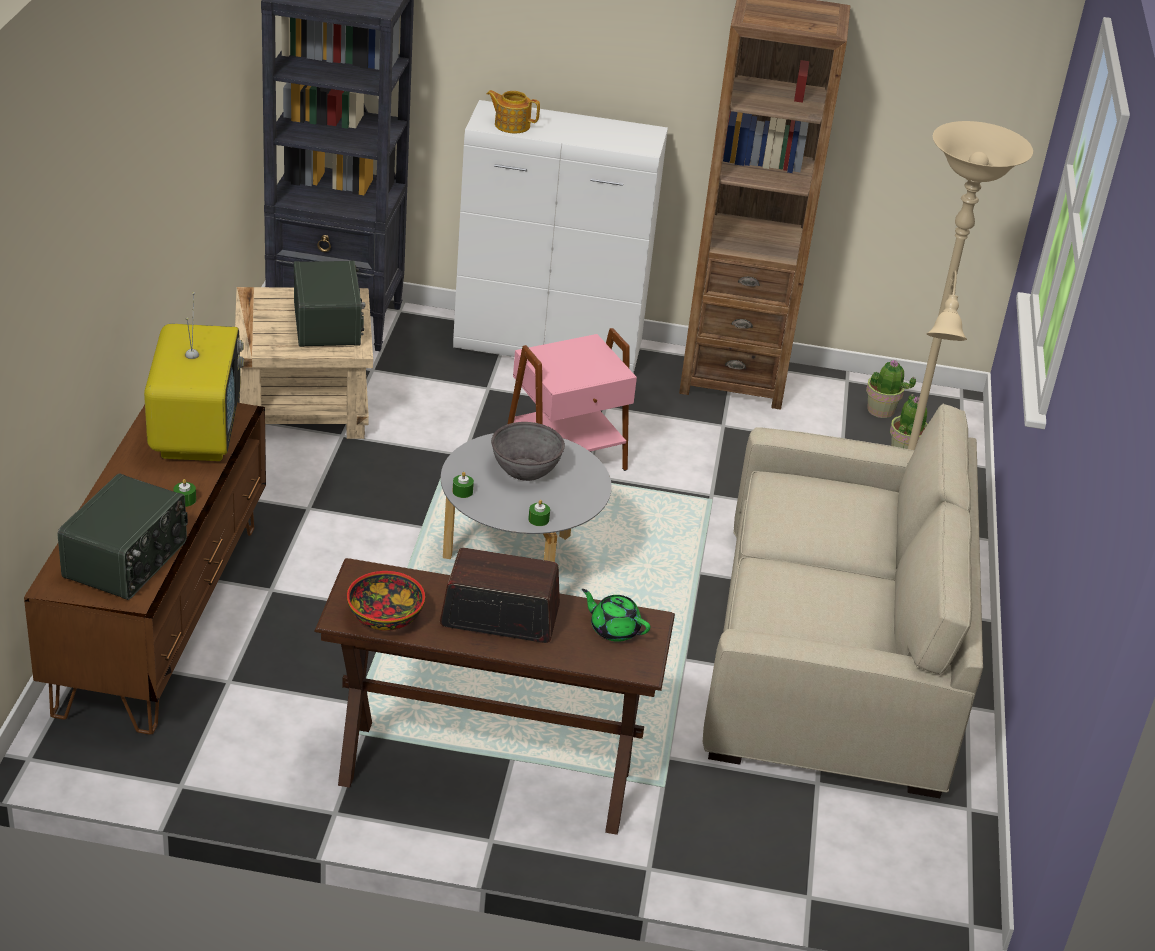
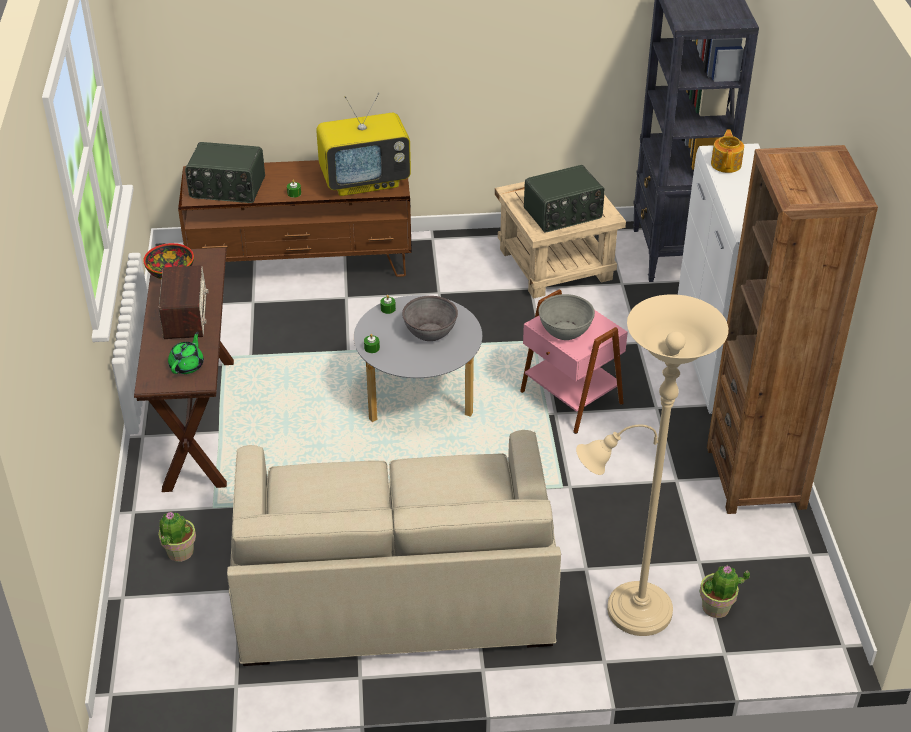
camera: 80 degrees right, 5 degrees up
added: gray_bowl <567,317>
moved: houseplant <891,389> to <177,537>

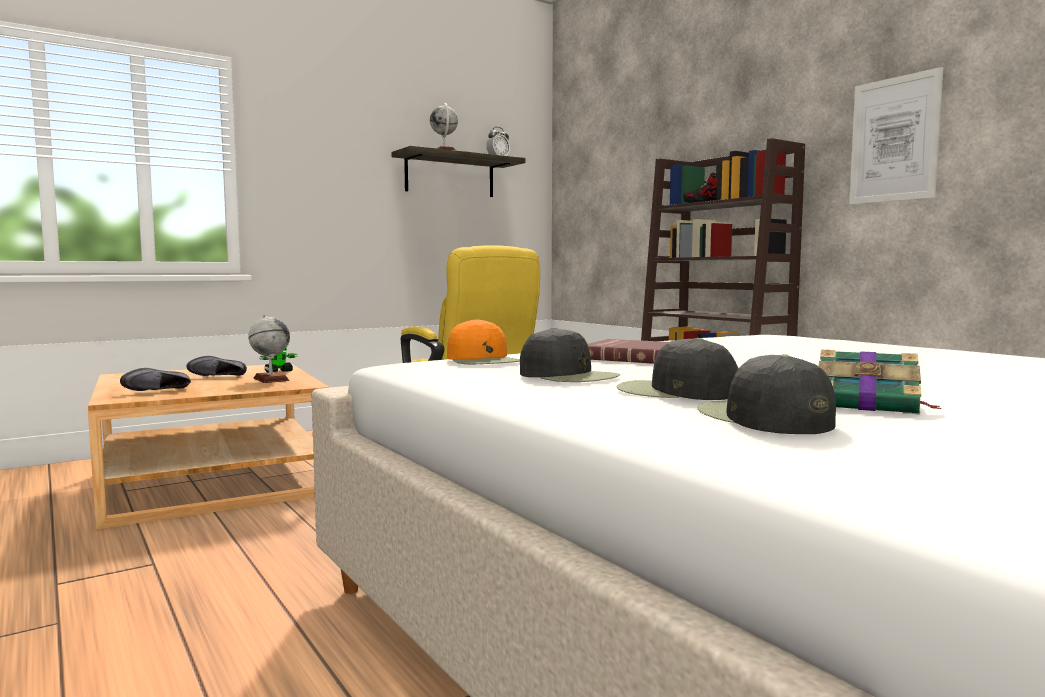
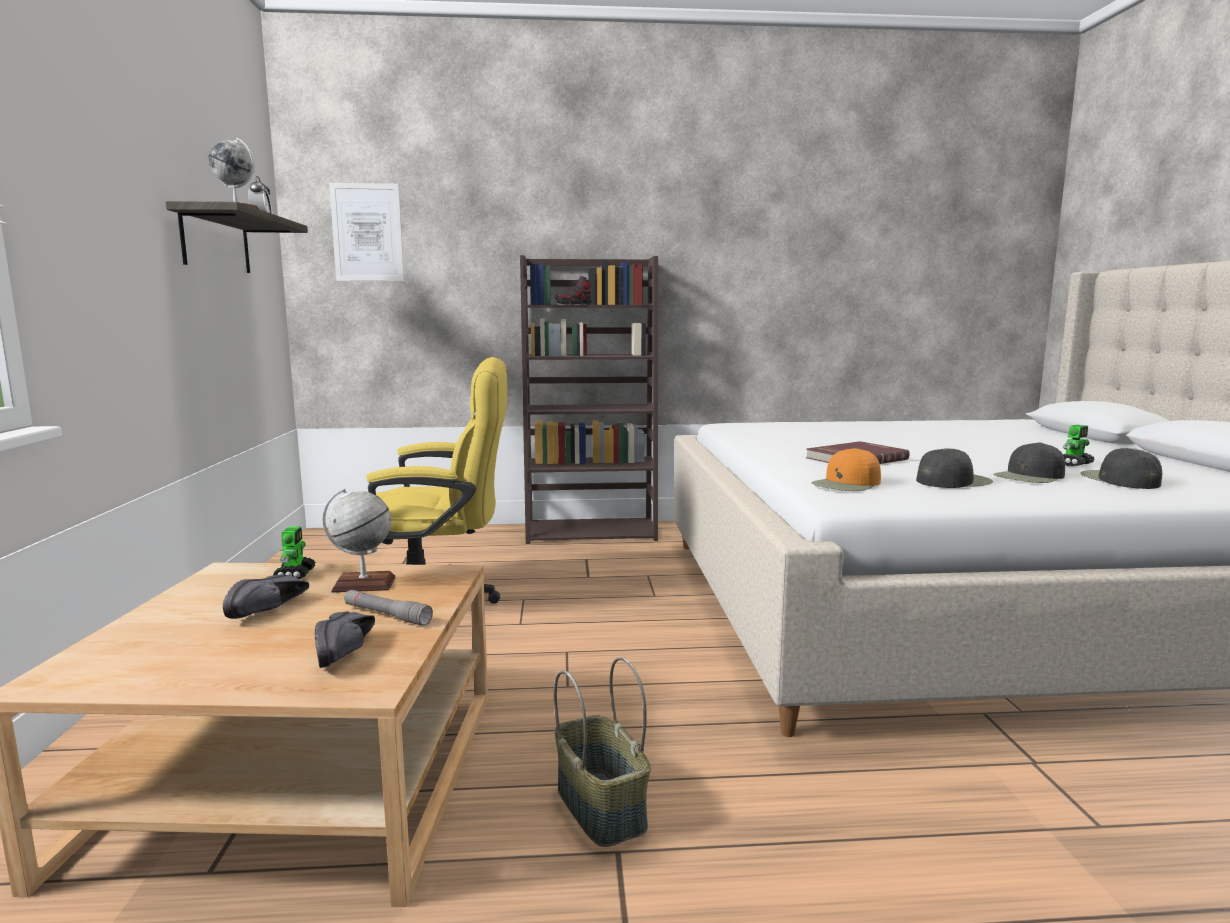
camera: 60 degrees left, 5 degrees up
added: gray_hand_torch <388,608>; storage_basket <602,752>
moved: wall_art <896,136> to <366,232>
replaced: book <880,382> to robot_figure <1079,445>
turned: orangey_cap <483,341> = <846,469> 135 degrees clockwise; black-coloured_cap <766,394> = <1121,468> 75 degrees clockwise

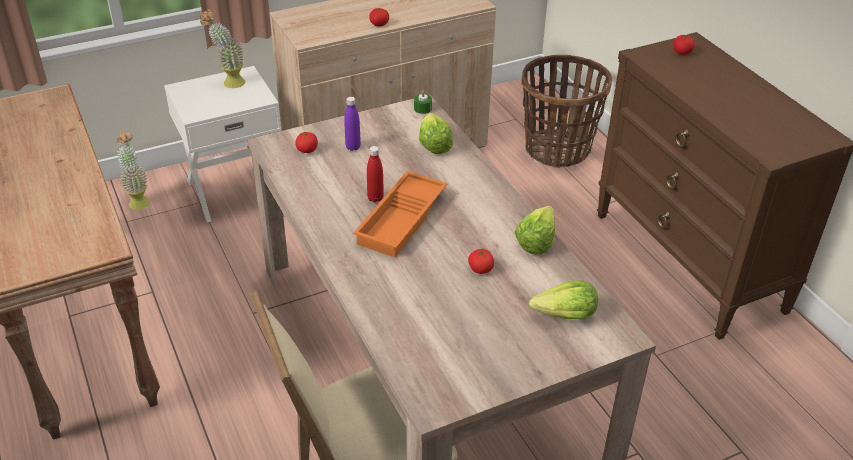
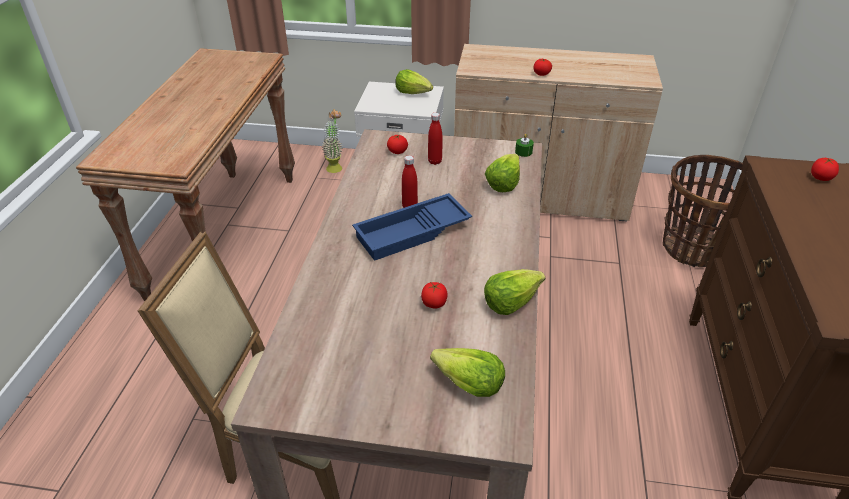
camera: 35 degrees right, 0 degrees up
replaced: houseplant <222,49> to head_of_lettuce <414,81>
recoloured: purple_drink_bottle <352,124> to red_drink_bottle <435,139>; orangey_carrying_tray <400,214> to blue-coloured_carrying_tray <412,227>

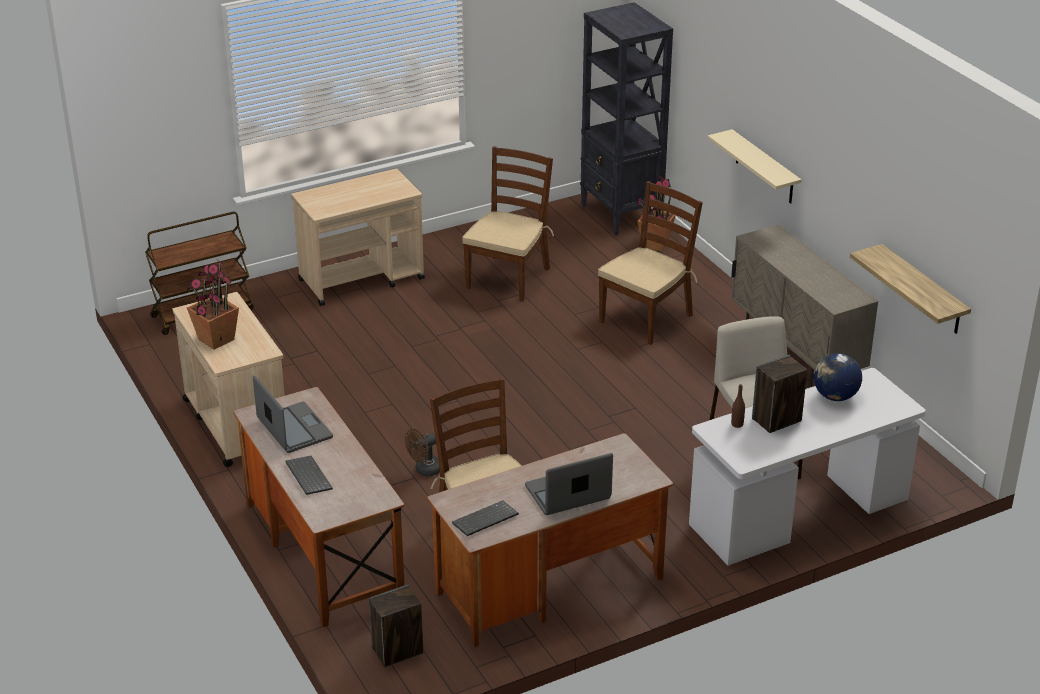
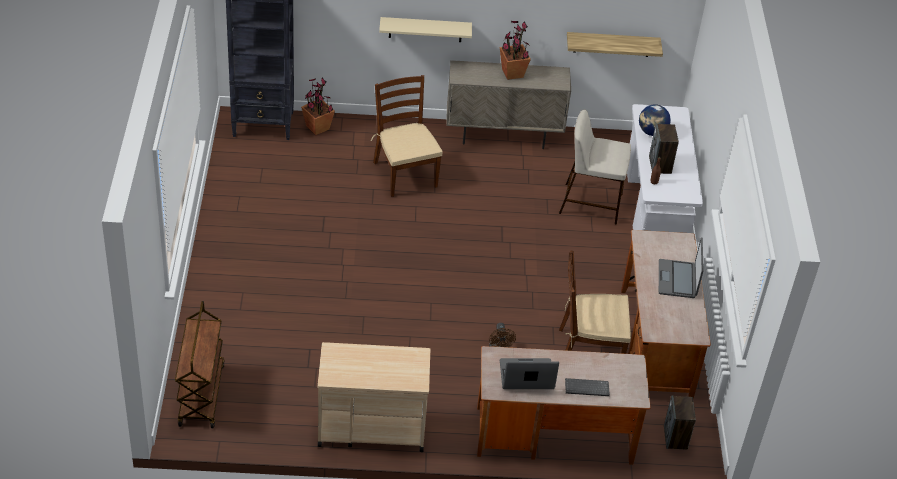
camera: 65 degrees left, 10 degrees up
removed: brown-coloured_upright_chair <508,224>; sand-coloured_wheeled_cart <358,237>; computer_keyboard <485,518>
moved: houseplant <213,305> to <515,50>

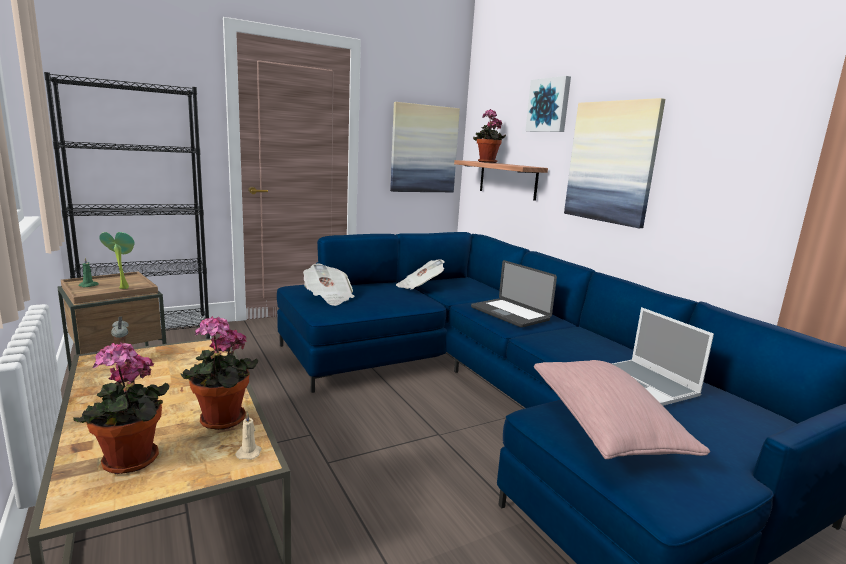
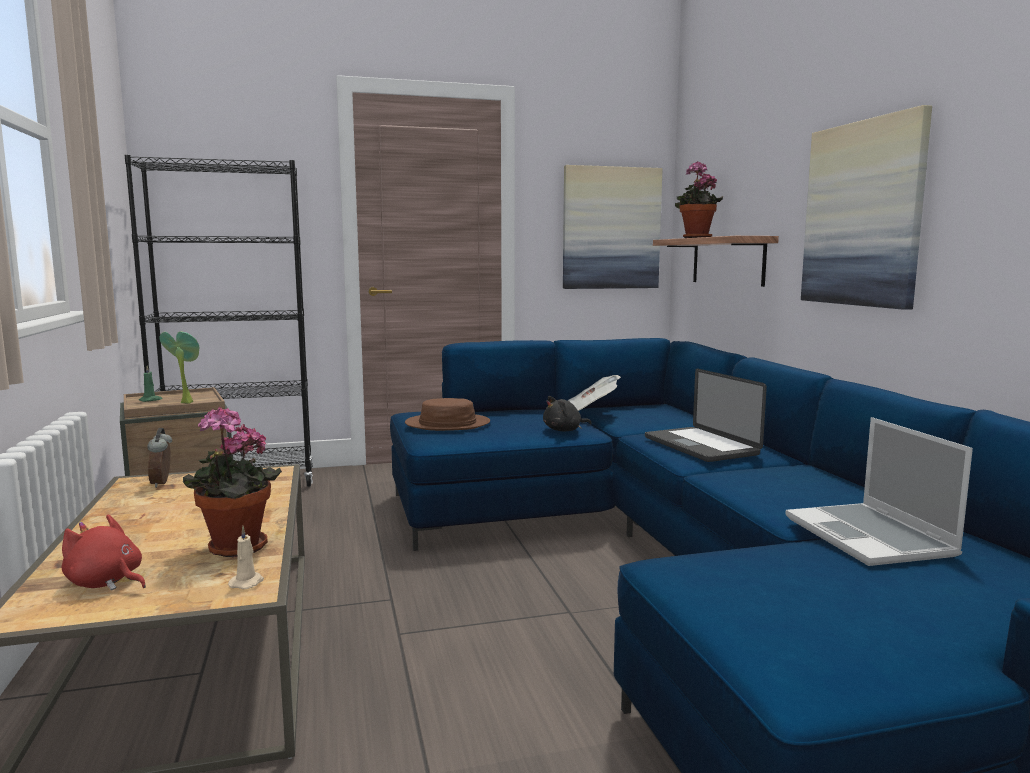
camera: 15 degrees right, 5 degrees down
removed: wall_art <548,104>; pink_throw_pillow <622,409>
added: black-coloured_soft_toy <567,413>
replaced: printed_paper <329,285> to brown-coloured_wearable_hat <447,414>; houseplant <121,408> to red_soft_toy <104,552>

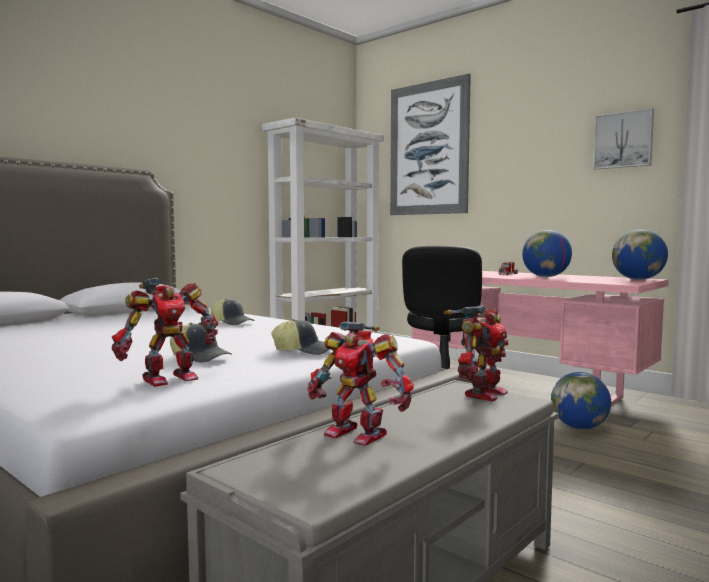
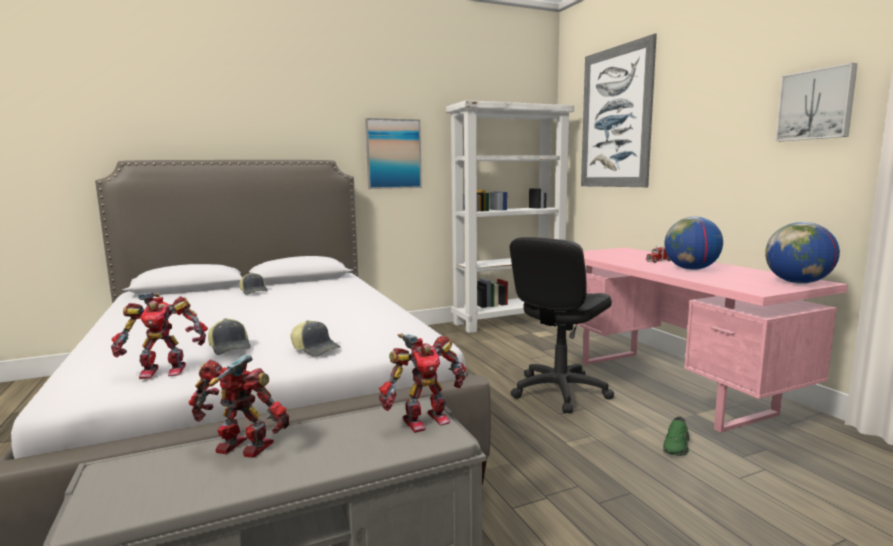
camera: 25 degrees right, 5 degrees up
added: wall_art <393,153>
moved: cap <233,311> to <254,284>
replaced: desk_globe <581,400> to green-coloured_item_of_footwear <676,436>
turned: robot_figure <360,383> = <239,406> 135 degrees clockwise

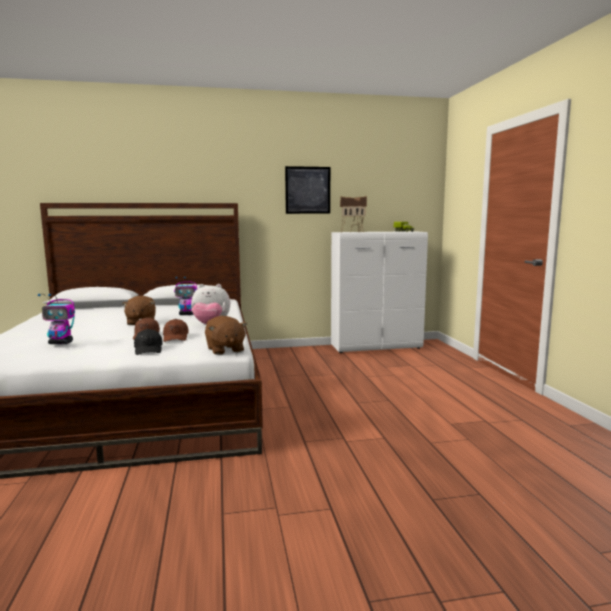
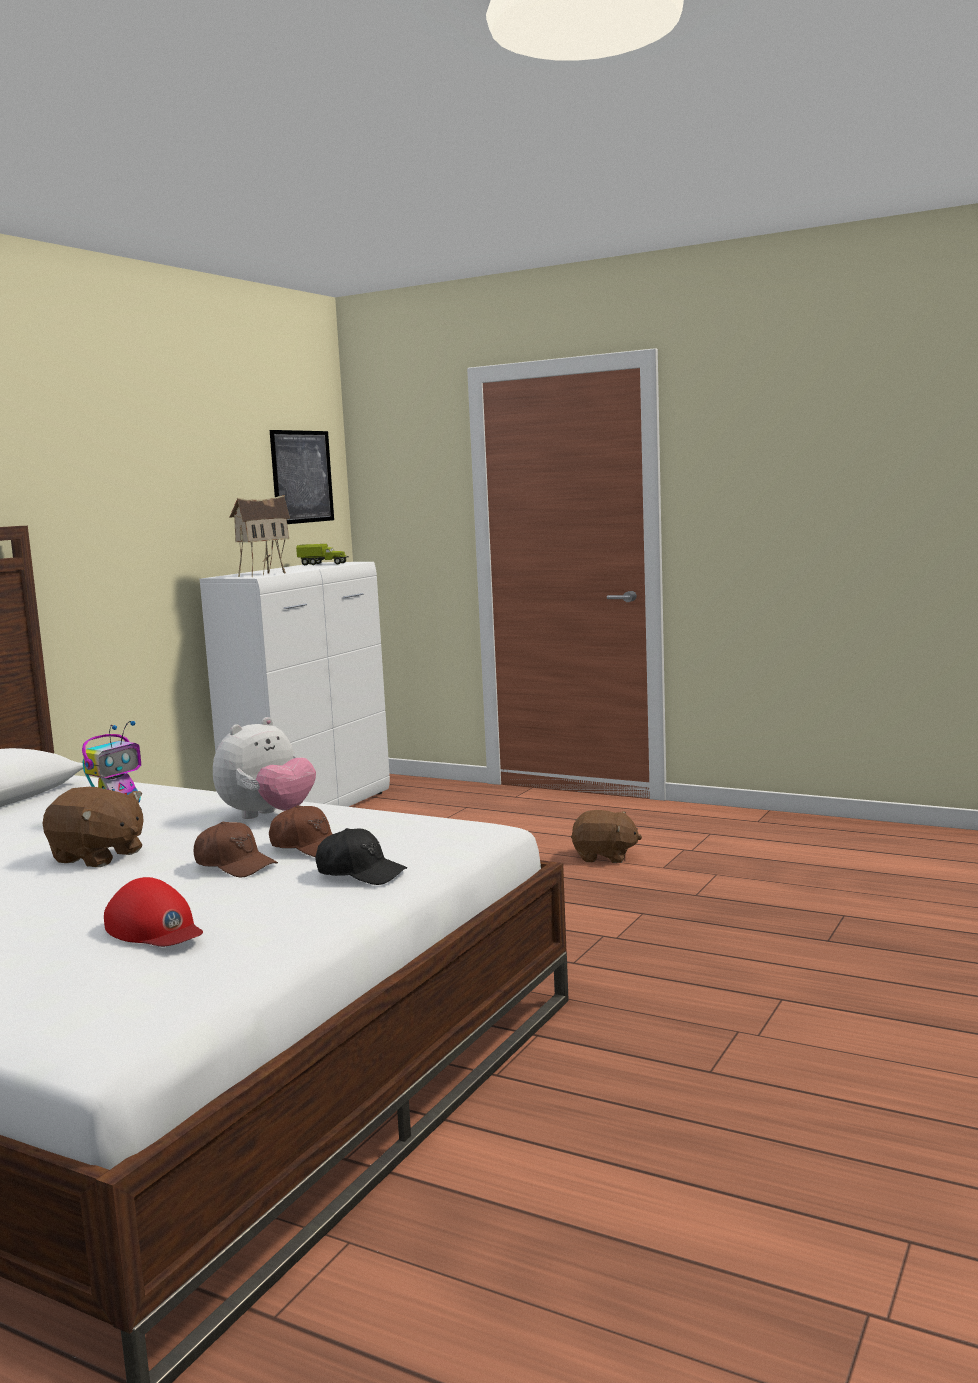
camera: 50 degrees left, 0 degrees up
moved: wall_art <307,190> to <302,477>; brown-coloured_soft_toy <226,335> to <606,836>
replaced: robot_figure <56,318> to red_cap <153,911>

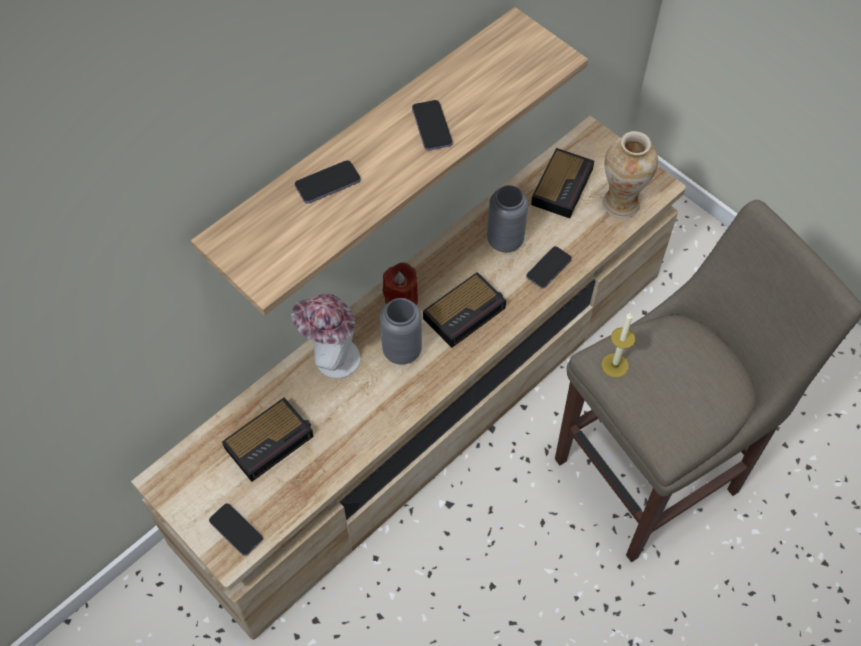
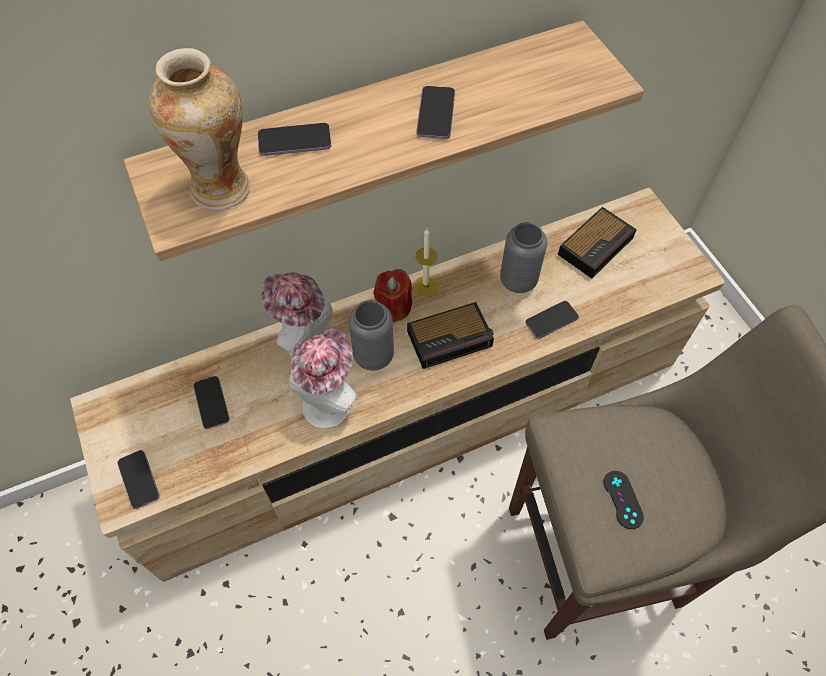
camera: 20 degrees right, 0 degrees up
added: wearable_hat <323,379>; black-coloured_gamepad <623,500>
moved: decorative_vase <630,174> to <199,129>; wax_light <618,345> to <425,262>
replaced: alarm_clock <268,439> to telephone <211,402>

